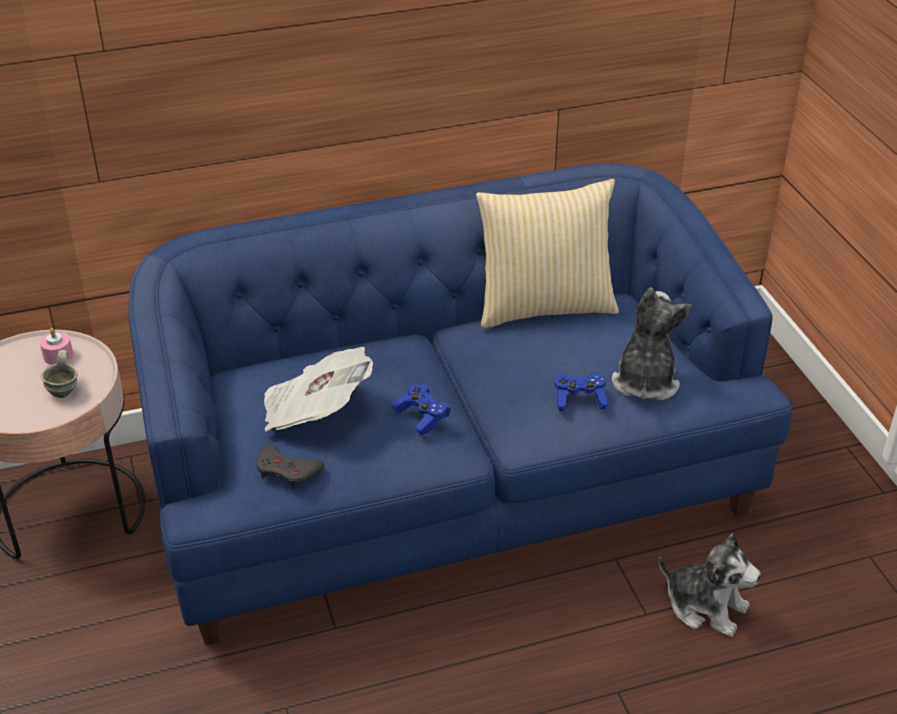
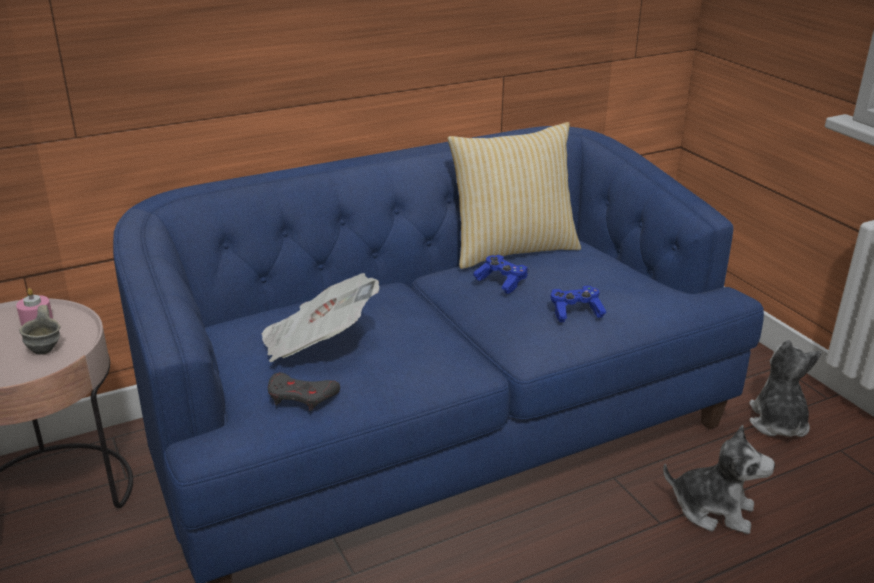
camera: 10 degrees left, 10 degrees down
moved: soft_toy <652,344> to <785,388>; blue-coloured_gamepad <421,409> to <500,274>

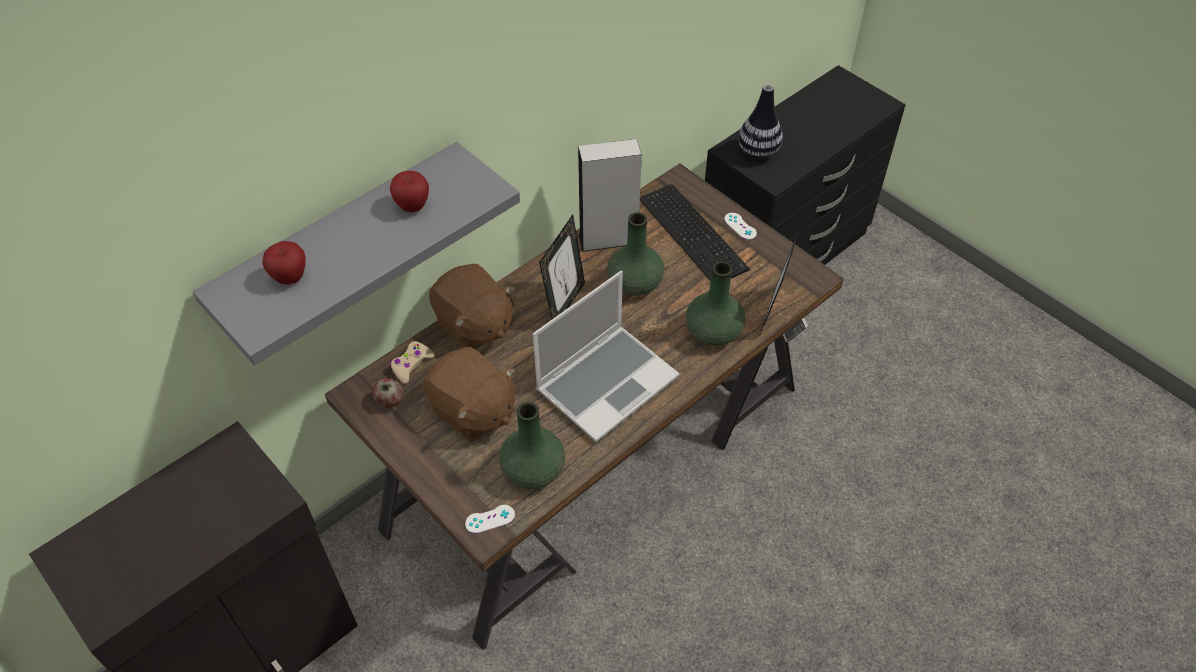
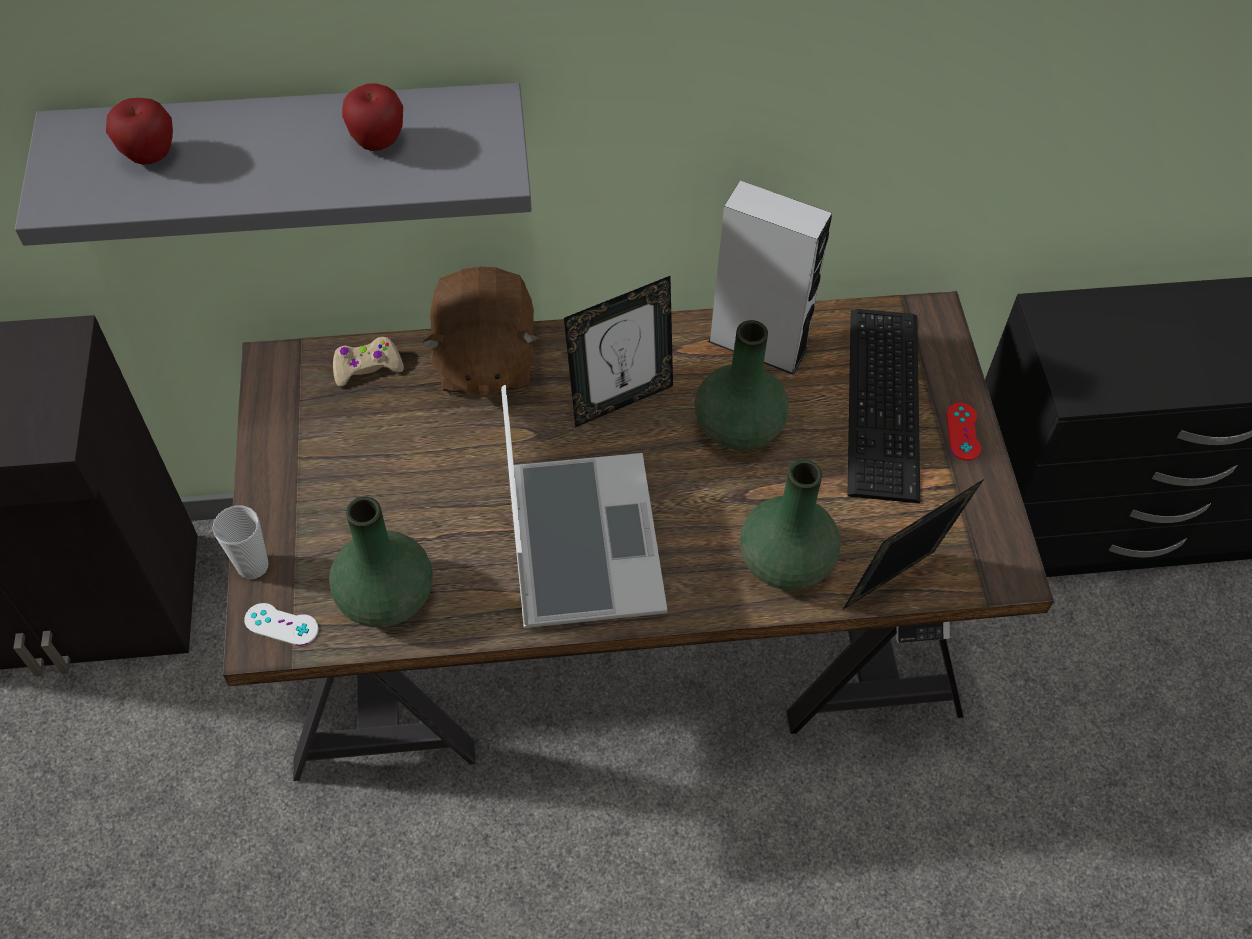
camera: 35 degrees right, 5 degrees up
removed: decorative_vase <761,121>; brown-coloured_soft_toy <468,394>; apple <388,393>
added: cup <241,542>
recoloured: white-coloured_gamepad <740,226> to red_gamepad <963,431>
turned: notebook_computer <606,356> = <584,506> 90 degrees counterclockwise

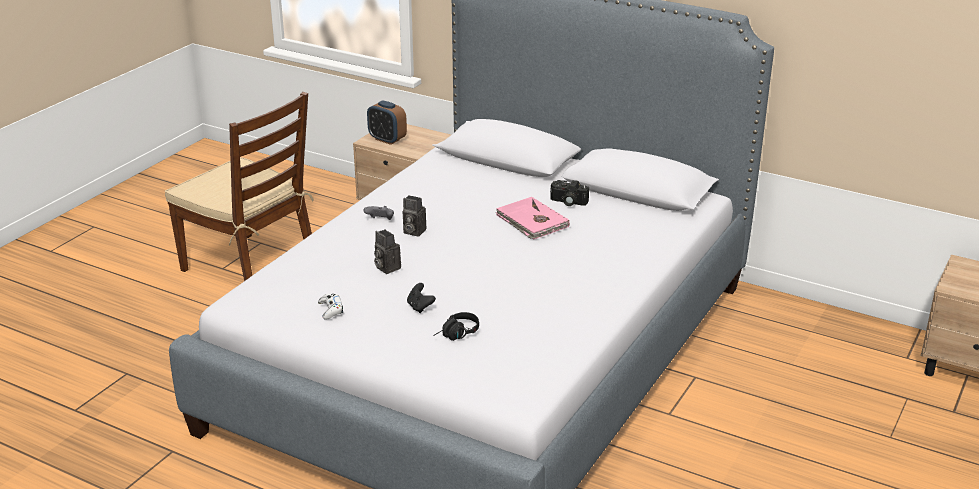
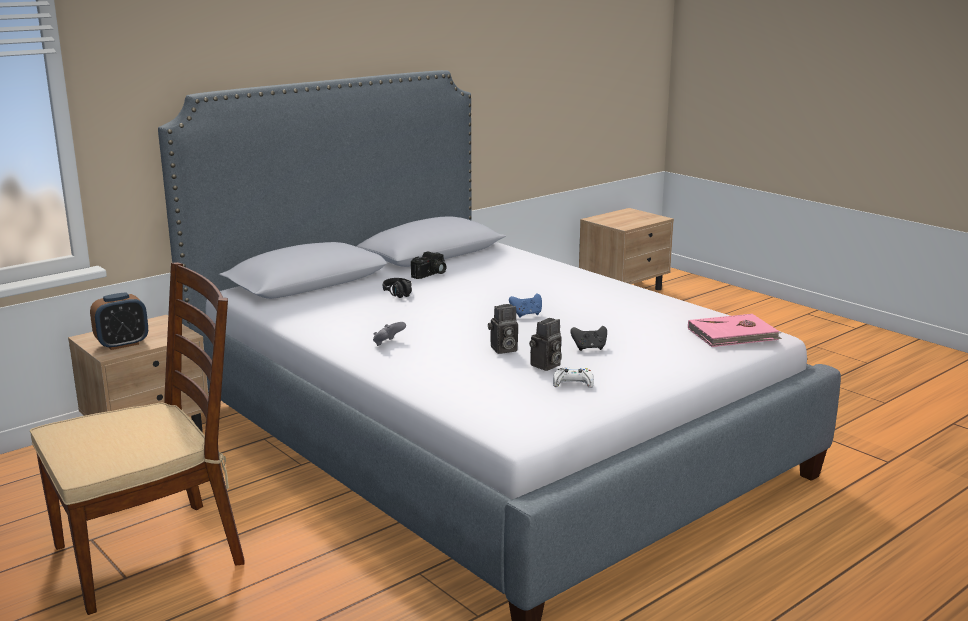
camera: 70 degrees left, 10 degrees down
added: blue-coloured_gamepad <525,305>
moved: still_camera <414,216> to <545,344>; pink_book <533,218> to <735,330>; black-coloured_pair_of_headphones <456,326> to <397,288>

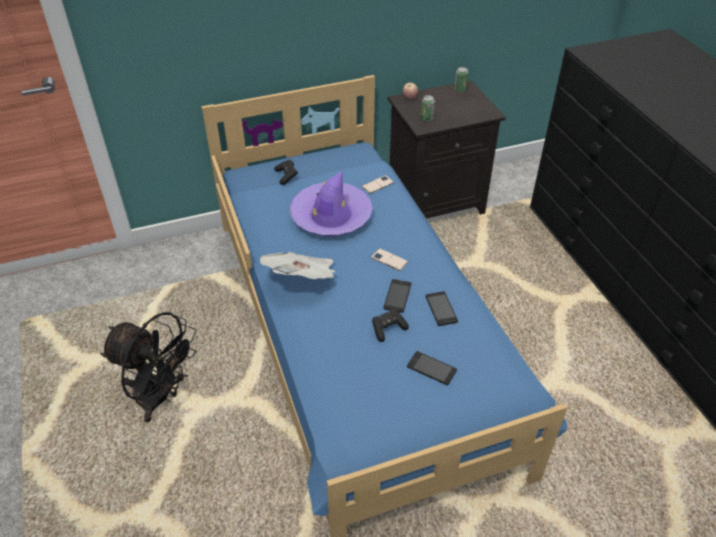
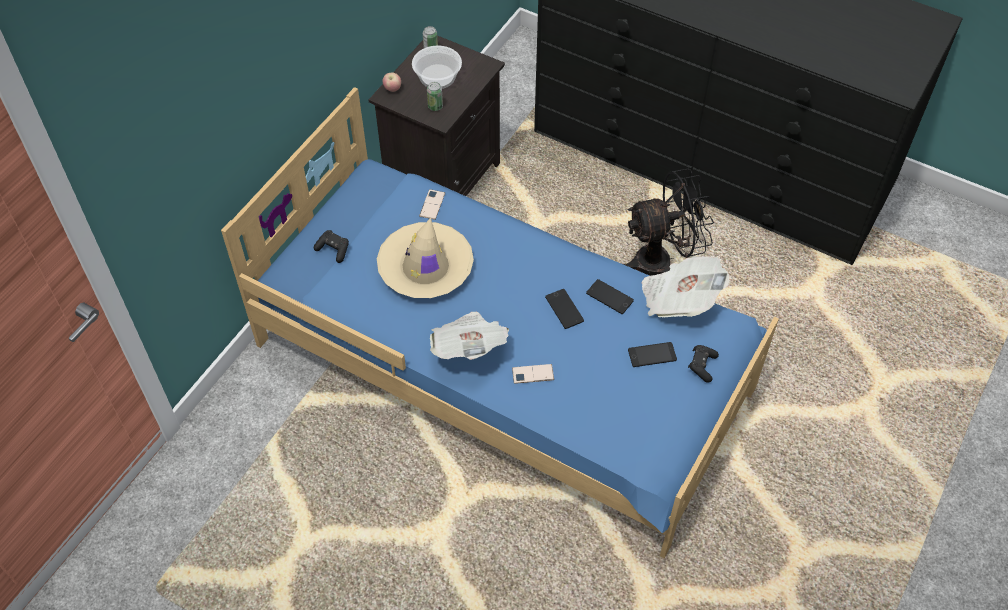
camera: 40 degrees left, 10 degrees up
added: bowl <437,67>; printed_paper <686,286>
moved: telephone <389,259> to <533,374>; black-coloured_gamepad <390,325> to <703,364>; black-coloured_electric_fan <148,367> to <668,222>
recoloured: purple_wearable_hat <331,203> to sand-coloured_wearable_hat <425,258>

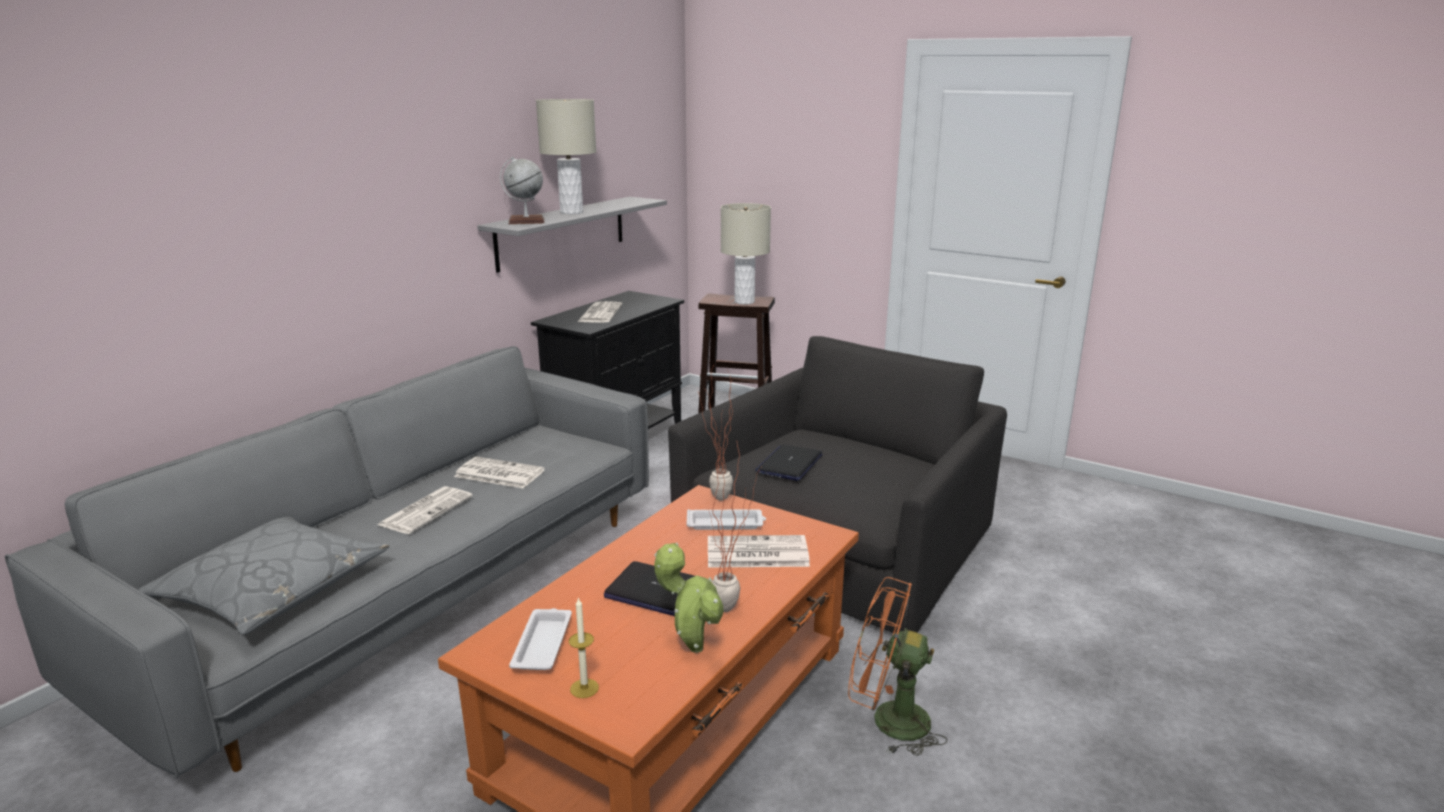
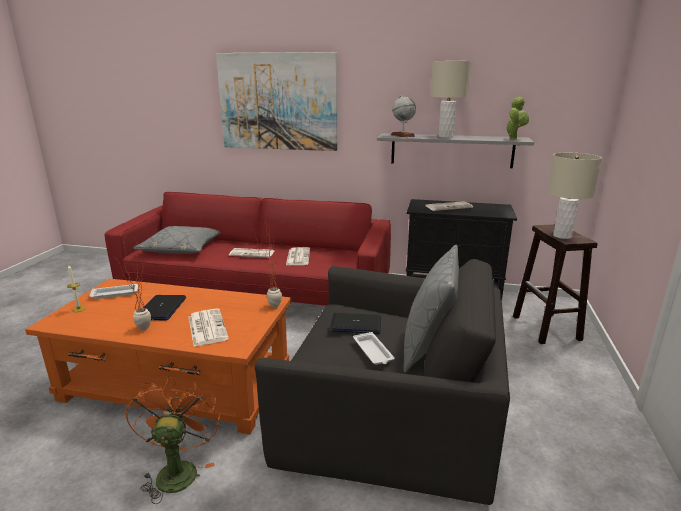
camera: 70 degrees right, 0 degrees up
added: wall_art <276,101>; gray_throw_pillow <431,308>
moved: white-coloured_carrying_tray <726,519> to <374,348>; houseplant <688,598> to <517,118>
recoloured: gray_sofa <327,562> to red_sofa <248,249>

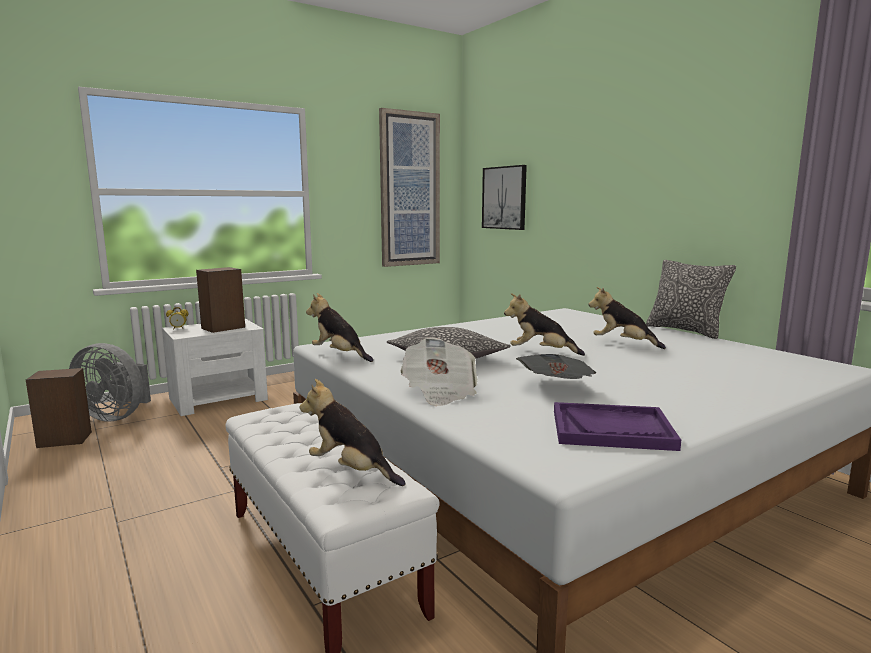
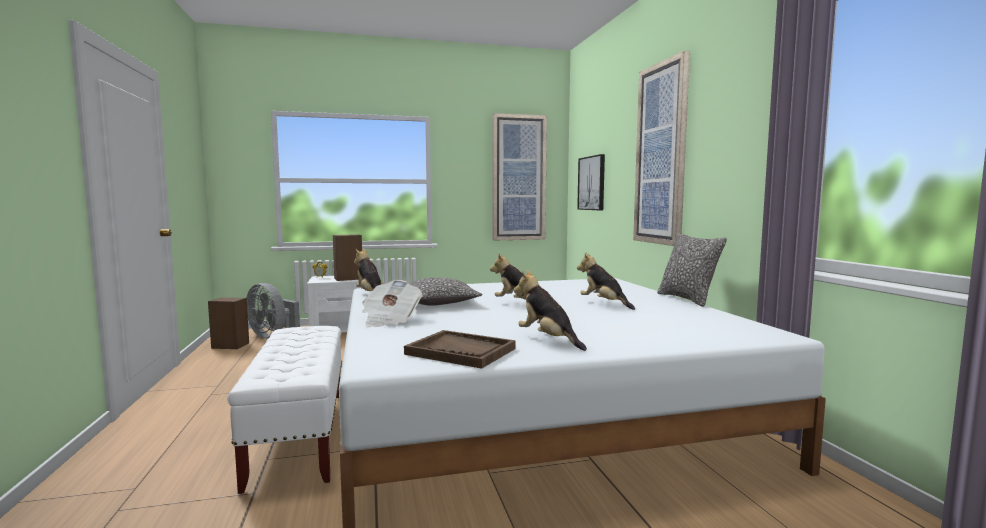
camera: 20 degrees right, 5 degrees down
removed: printed_paper <556,366>
added: wall_art <661,148>
moved: soft_toy <352,432> to <550,310>
recoloured: purple_carrying_tray <617,426> to brown-coloured_carrying_tray <460,349>

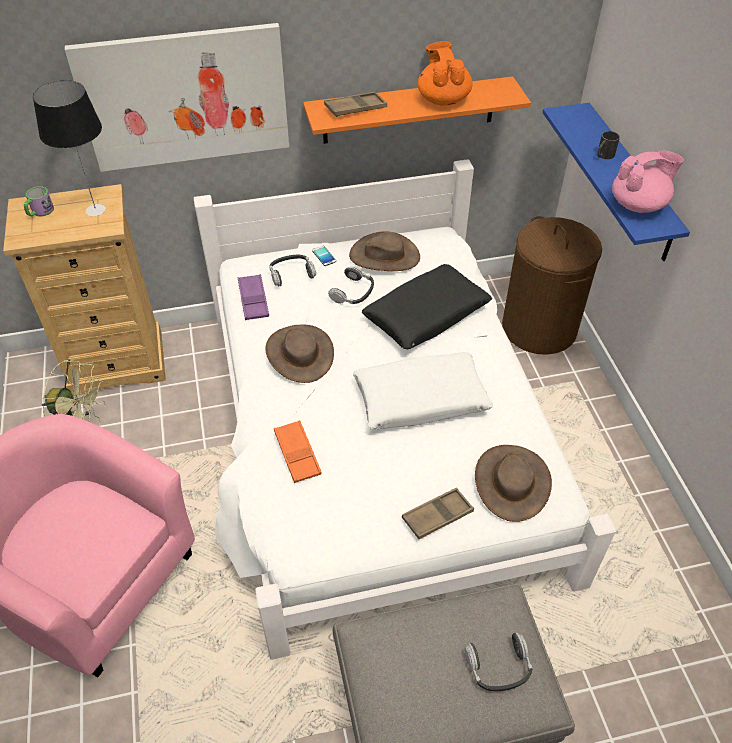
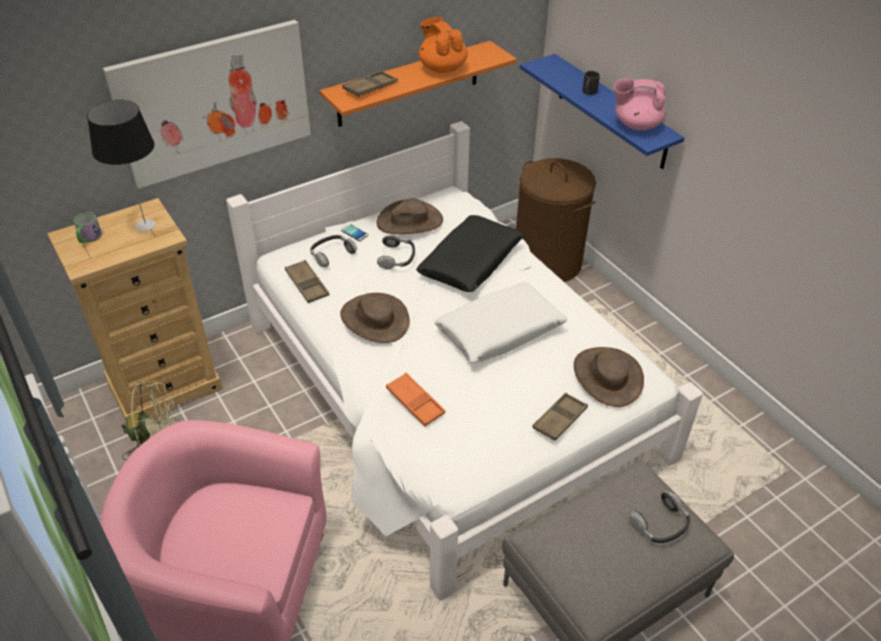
camera: 20 degrees left, 5 degrees down
recoloured: purple_carrying_tray <253,297> to brown-coloured_carrying_tray <307,281>
turned: pink_teapot <648,181> = <640,104> 135 degrees counterclockwise

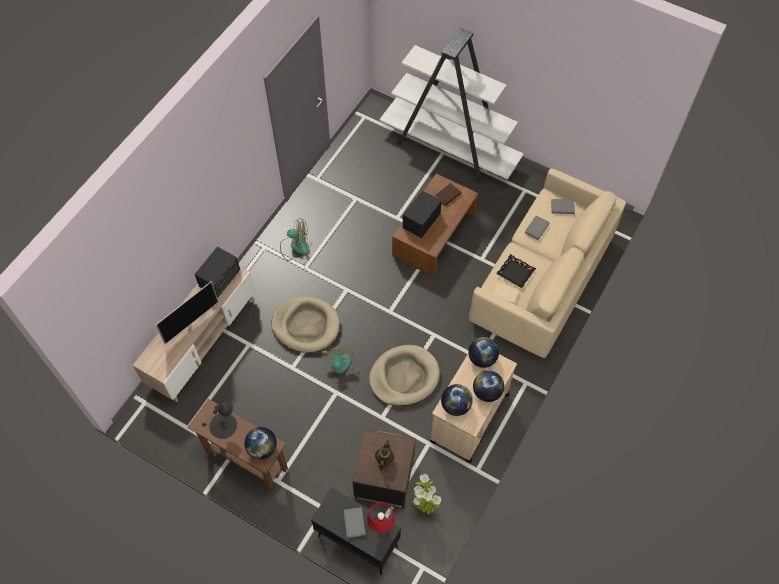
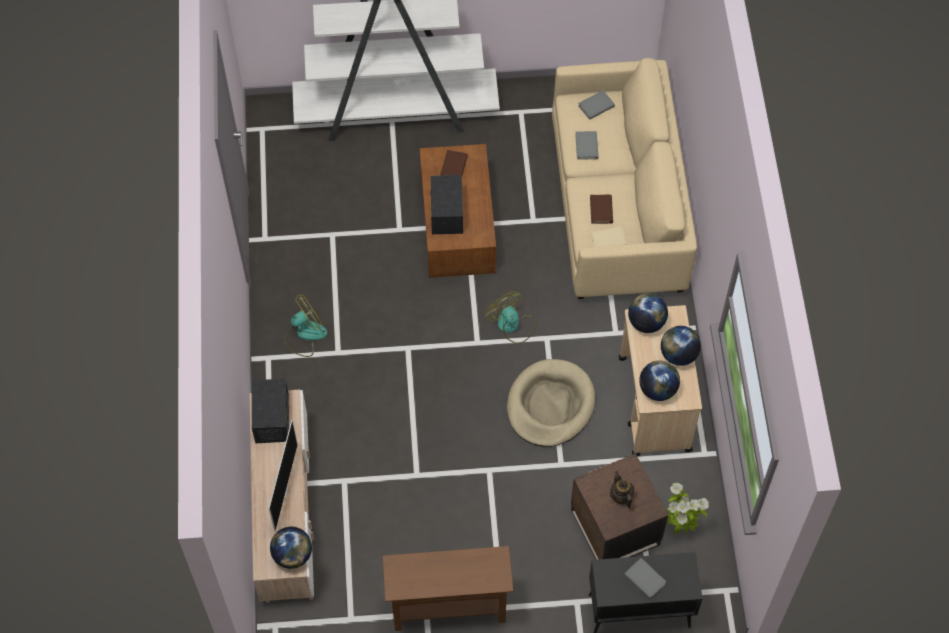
camera: 35 degrees left, 0 degrees up
removed: sand-coloured_dog_bed <305,324>; black-coloured_tabletop_lamp <219,419>; red_tabletop_lamp <381,517>
moved: electric_fan <341,365> to <511,317>; desk_globe <260,443> to <291,548>
replaced: black-coloured_carrying_tray <516,271> to brown-coloured_book <601,209>

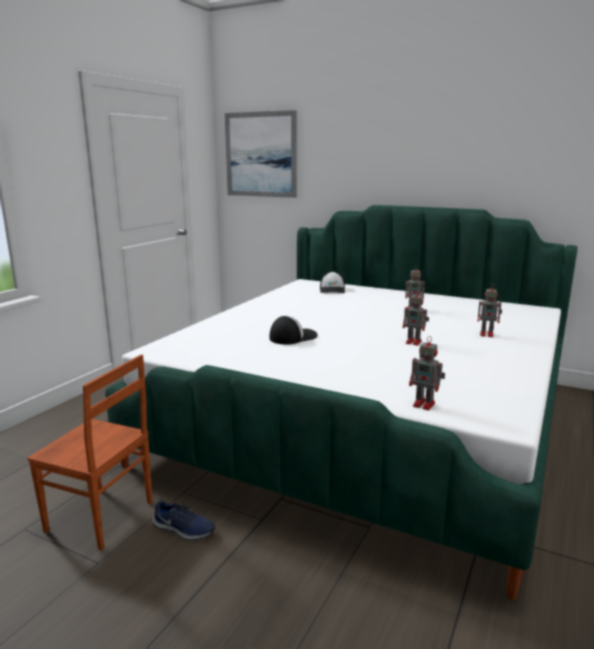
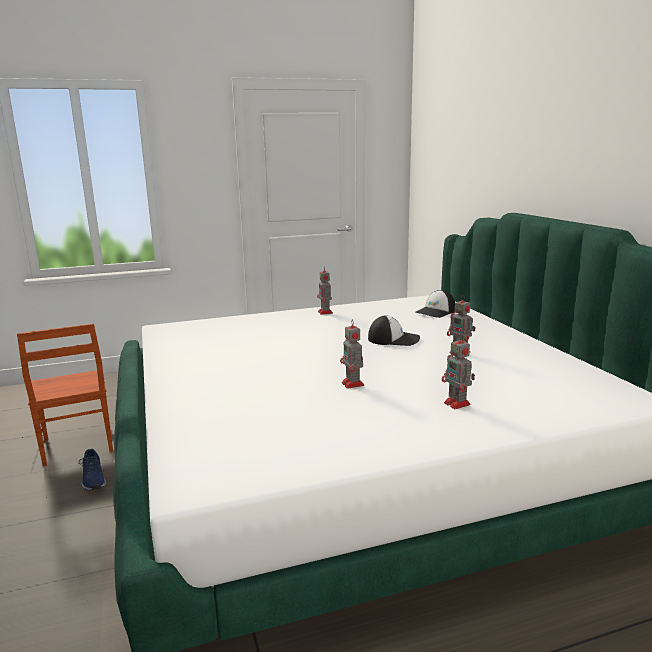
camera: 45 degrees right, 0 degrees up
removed: wall_art <261,154>
moved: cap <293,330> to <394,330>; robot_figure <427,373> to <325,290>

